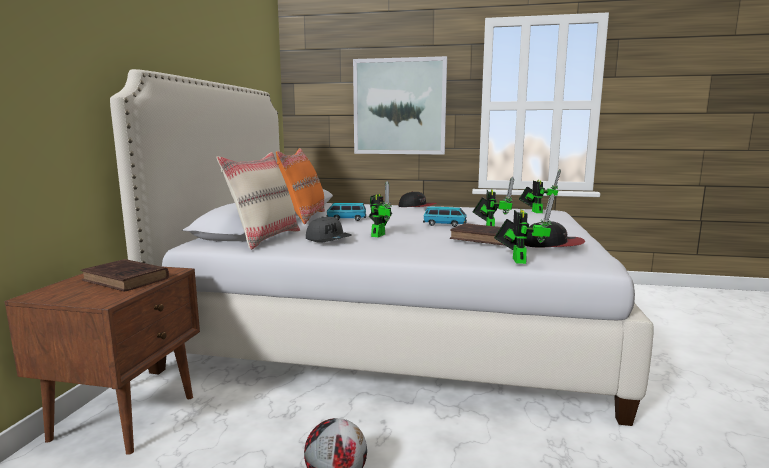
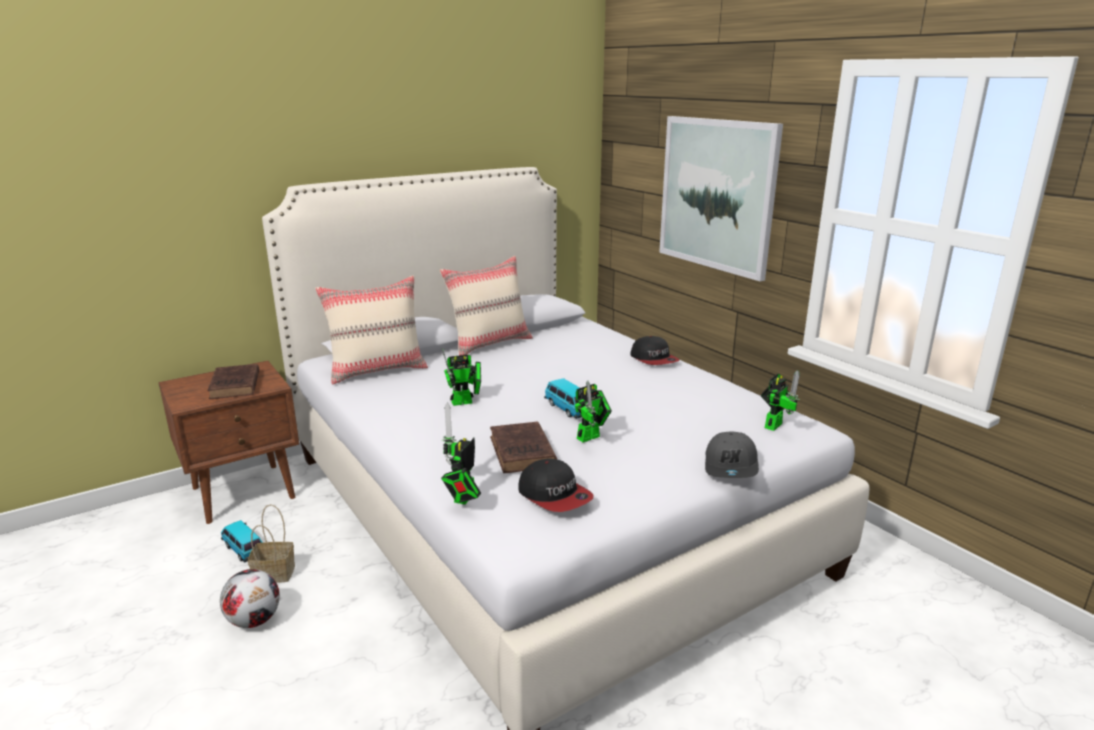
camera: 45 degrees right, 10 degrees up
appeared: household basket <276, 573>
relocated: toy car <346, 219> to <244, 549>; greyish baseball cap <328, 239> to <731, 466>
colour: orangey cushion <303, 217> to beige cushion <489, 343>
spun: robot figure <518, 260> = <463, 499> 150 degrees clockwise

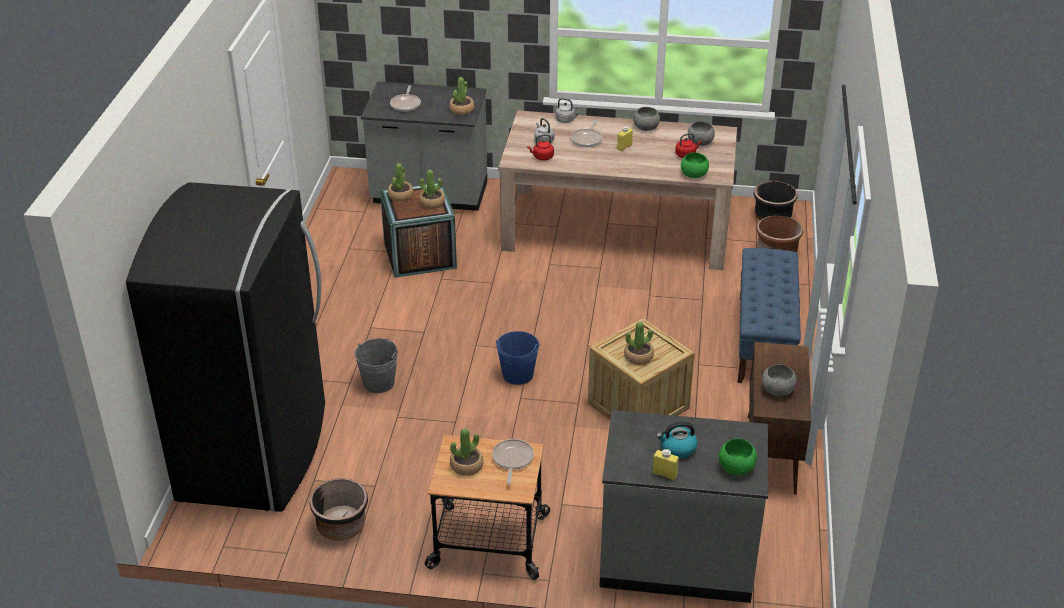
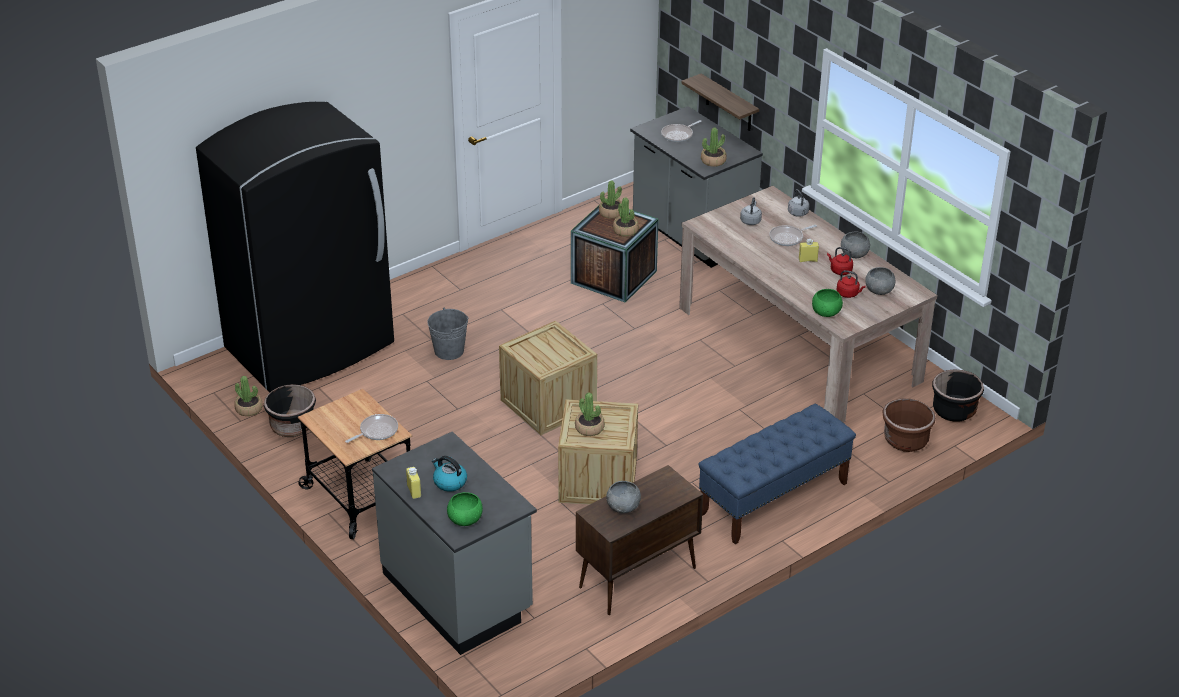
camera: 45 degrees right, 0 degrees up
appeared: shelf <729, 103>
relocated: red-coloured tea kettle <542, 157> to <839, 270>; plant in a pot <466, 466> to <249, 409>
exchanged: bluish water bucket <517, 374> to packing crate <548, 404>

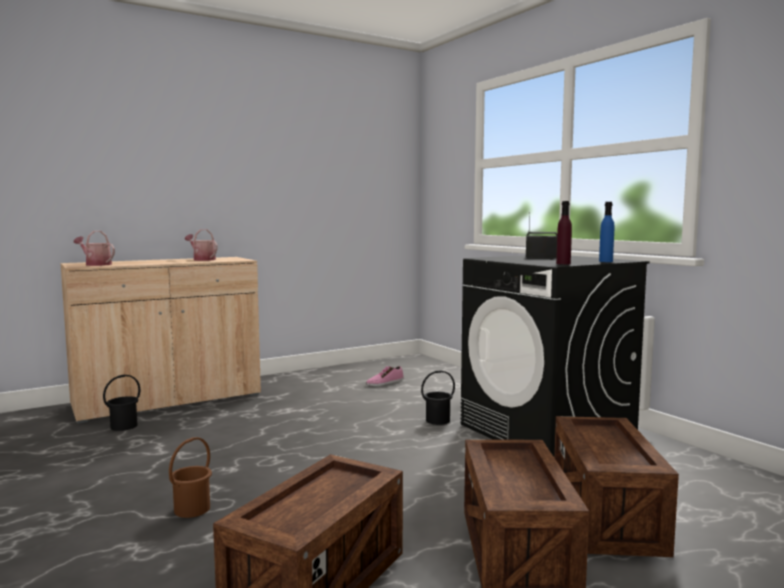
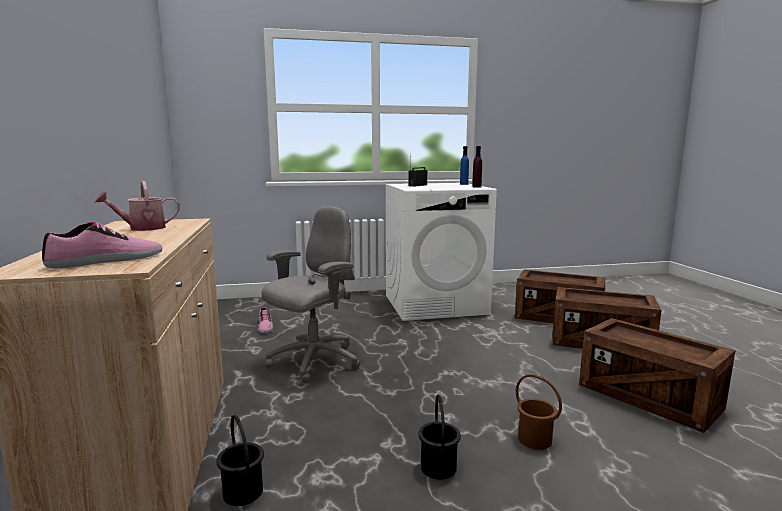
camera: 70 degrees left, 5 degrees up
appeared: greyish office chair <313, 361>
relocated: black water bucket <437, 420> to <438, 468>
exchanged: watering pot <96, 264> to low shoe <107, 260>
colour: black washing machine <546, 432> to white-coloured washing machine <435, 304>

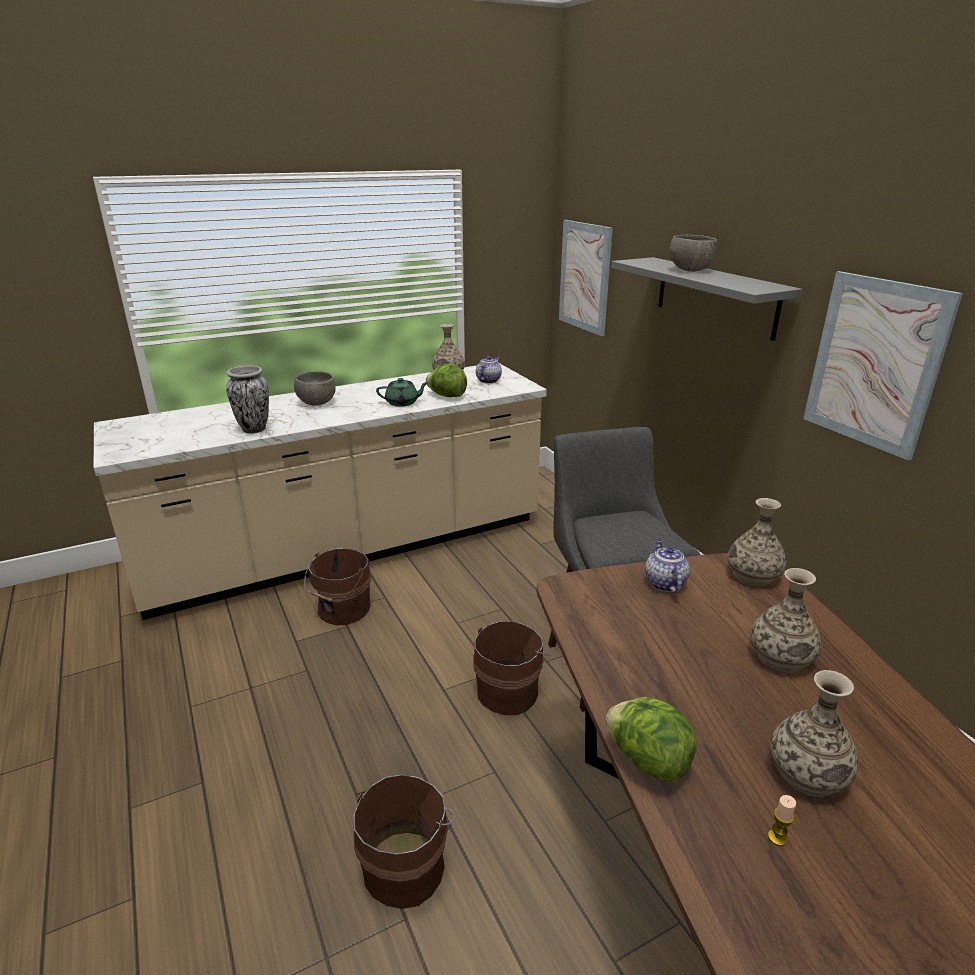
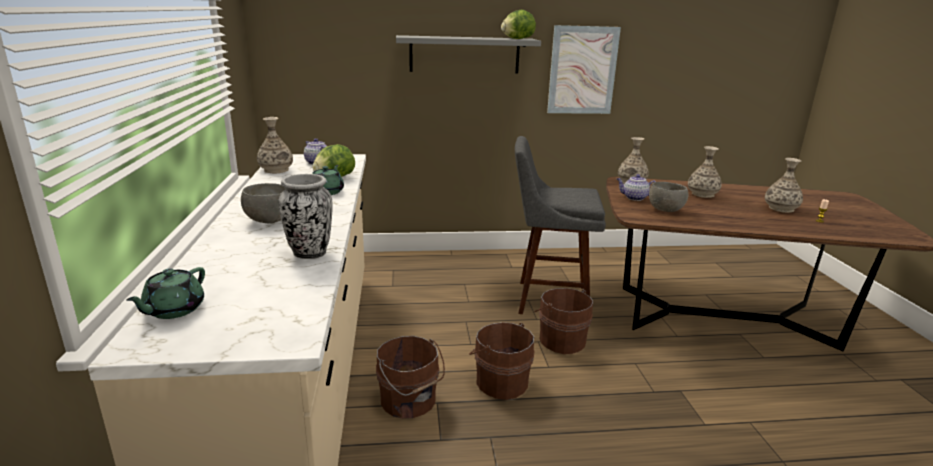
camera: 70 degrees left, 5 degrees down
missing: wall art <584, 277>
appeared: green teapot <173, 310>
relocated: greyish deep dish <690, 270> to <666, 210>; lettuce <647, 760> to <517, 39>; brownish water bucket <406, 865> to <500, 381>

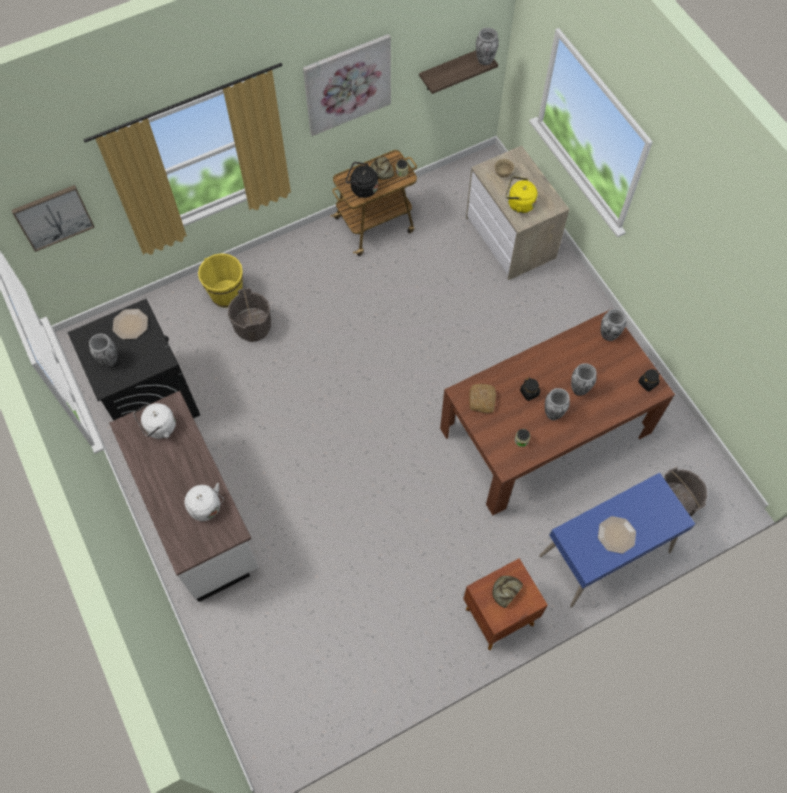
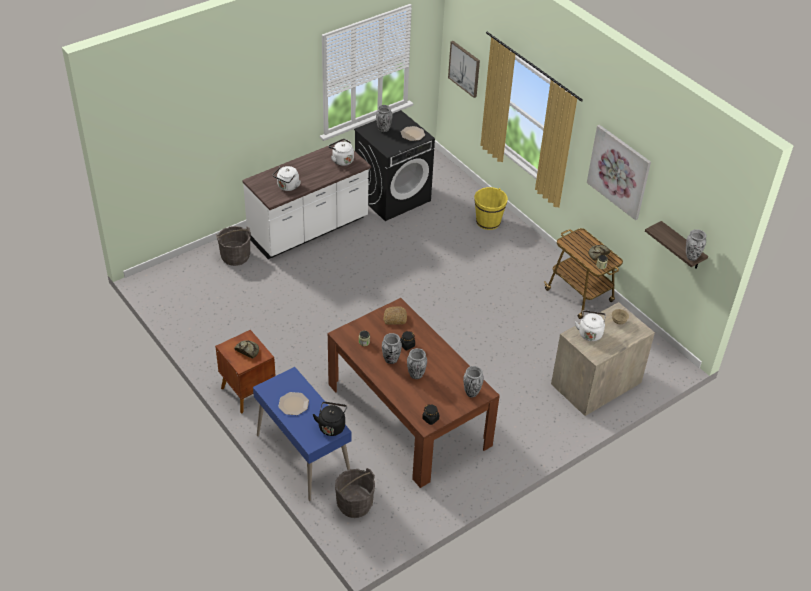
camera: 80 degrees right, 20 degrees down
relocated: black tea kettle <362, 188> to <331, 426>; greyish water bucket <253, 327> to <235, 256>
colour: yellow-coloured tea kettle <519, 204> to white-coloured tea kettle <590, 333>

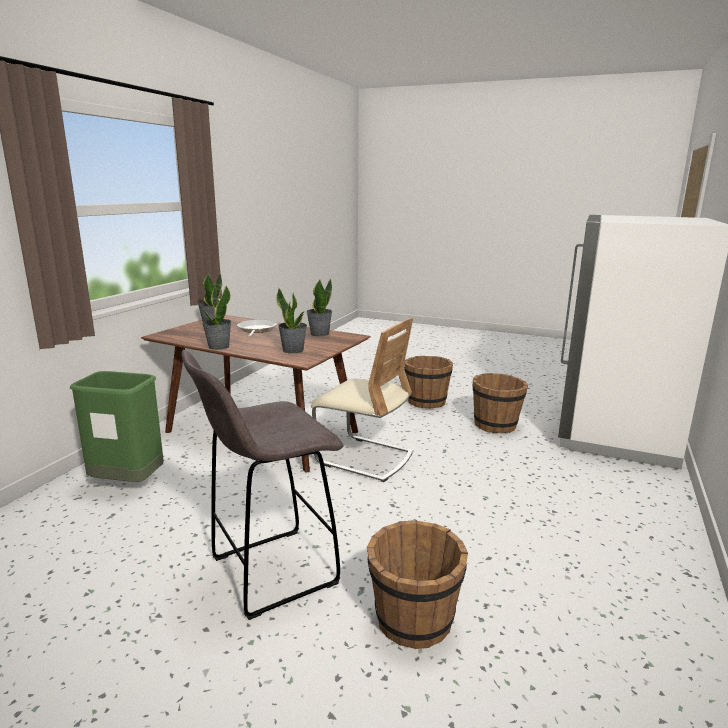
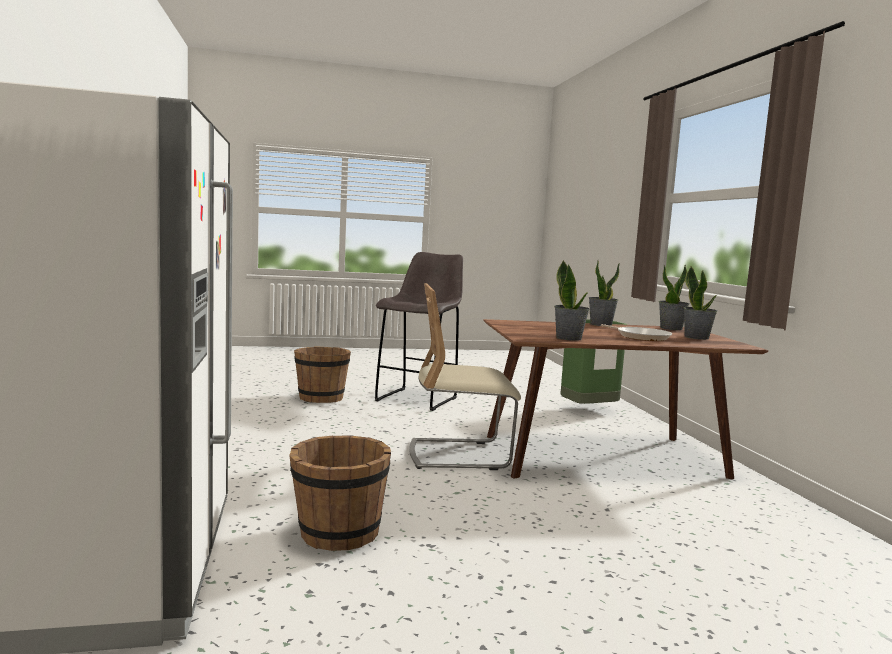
camera: 145 degrees right, 10 degrees down
missing: brownish water bucket <426, 402>
relocated: plant in a pot <293, 350> to <671, 328>

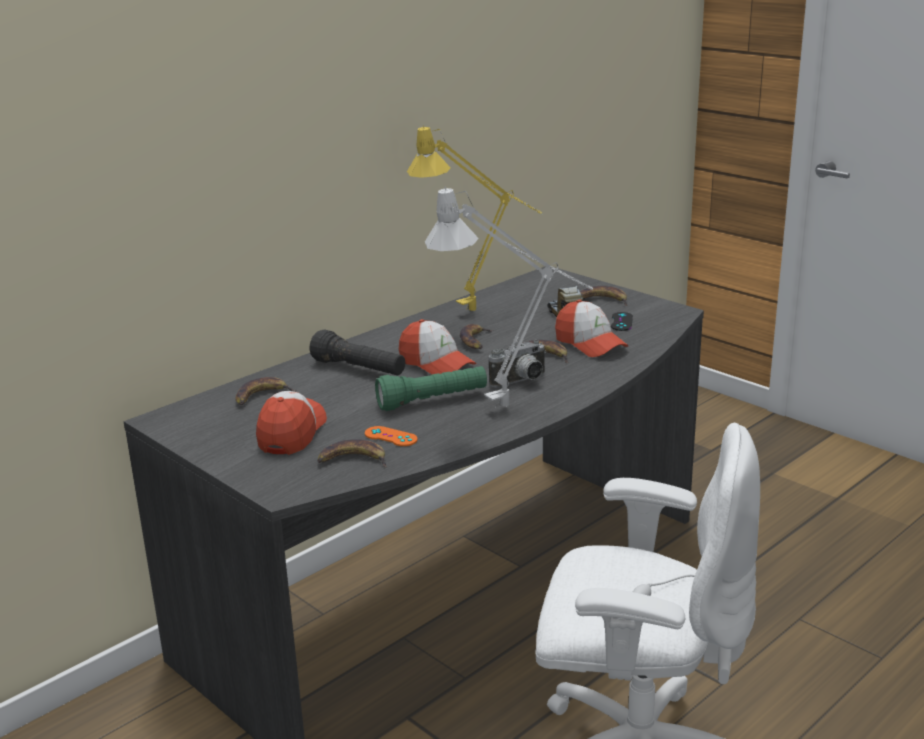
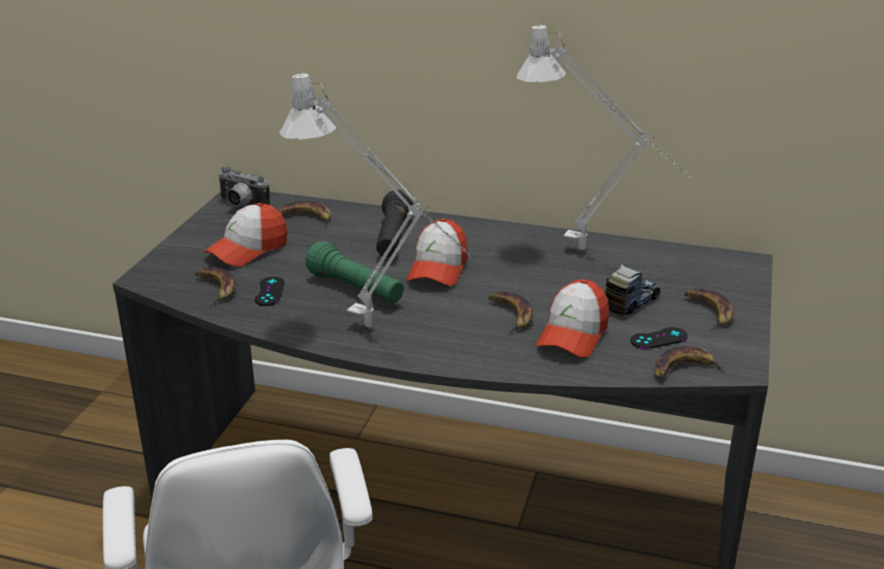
camera: 60 degrees right, 5 degrees up
relocated: banana <475, 341> to <683, 369>; photo camera <521, 382> to <241, 206>
colour: yellow-coloured table lamp <481, 310> to greyish table lamp <593, 253>; orangey gamepad <390, 437> to black gamepad <269, 291>
spun: baseball cap <292, 433> = <248, 249> 150 degrees clockwise

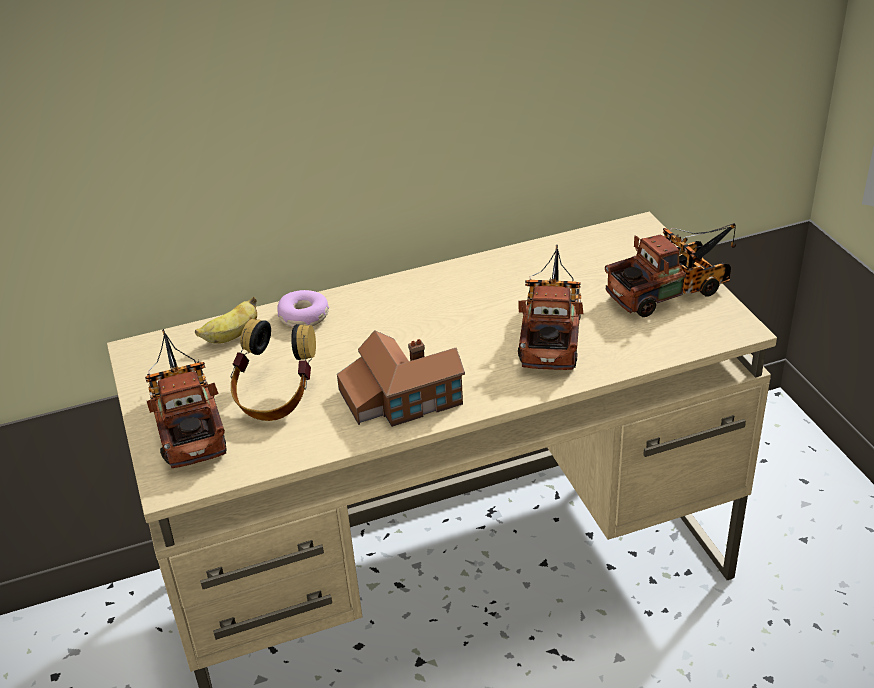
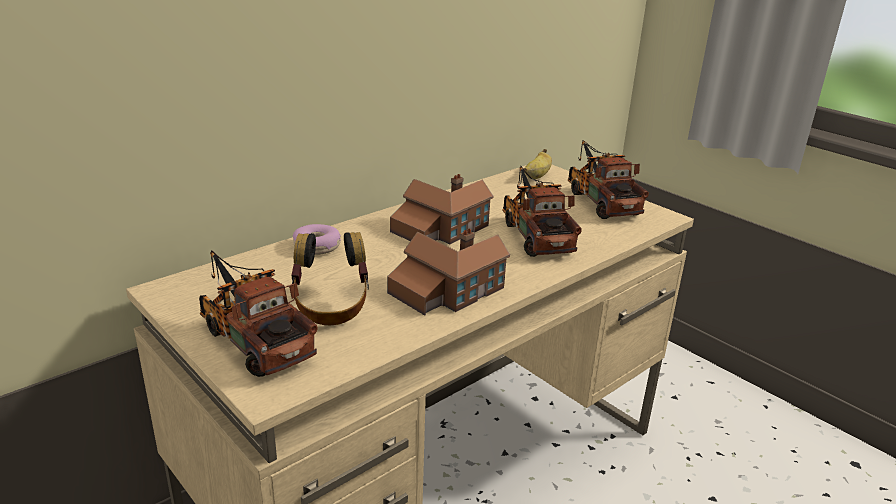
camera: 25 degrees left, 10 degrees down
appeared: toy house <440, 229>
relocated: banana <231, 336> to <537, 176>
spun: toy truck <674, 290> = <600, 200> 60 degrees counterclockwise

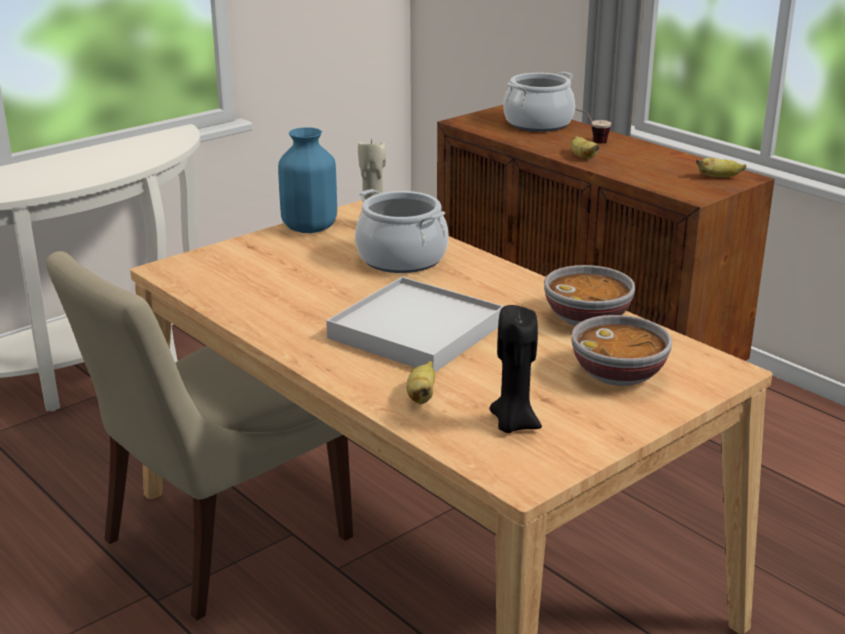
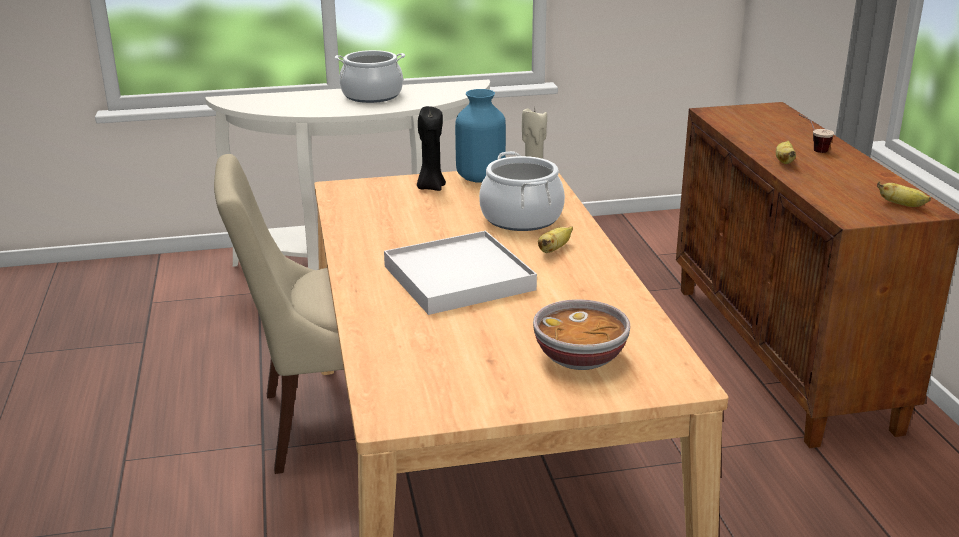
camera: 30 degrees right, 0 degrees up
missing: deep dish <588, 318>
relocated: stockpot <538, 123> to <372, 95>; black wax light <513, 424> to <430, 187>; banana <422, 396> to <554, 249>

